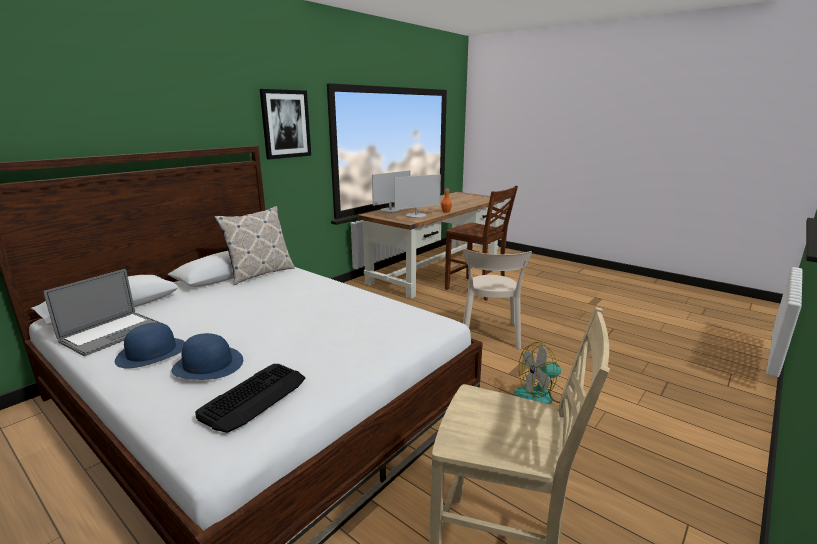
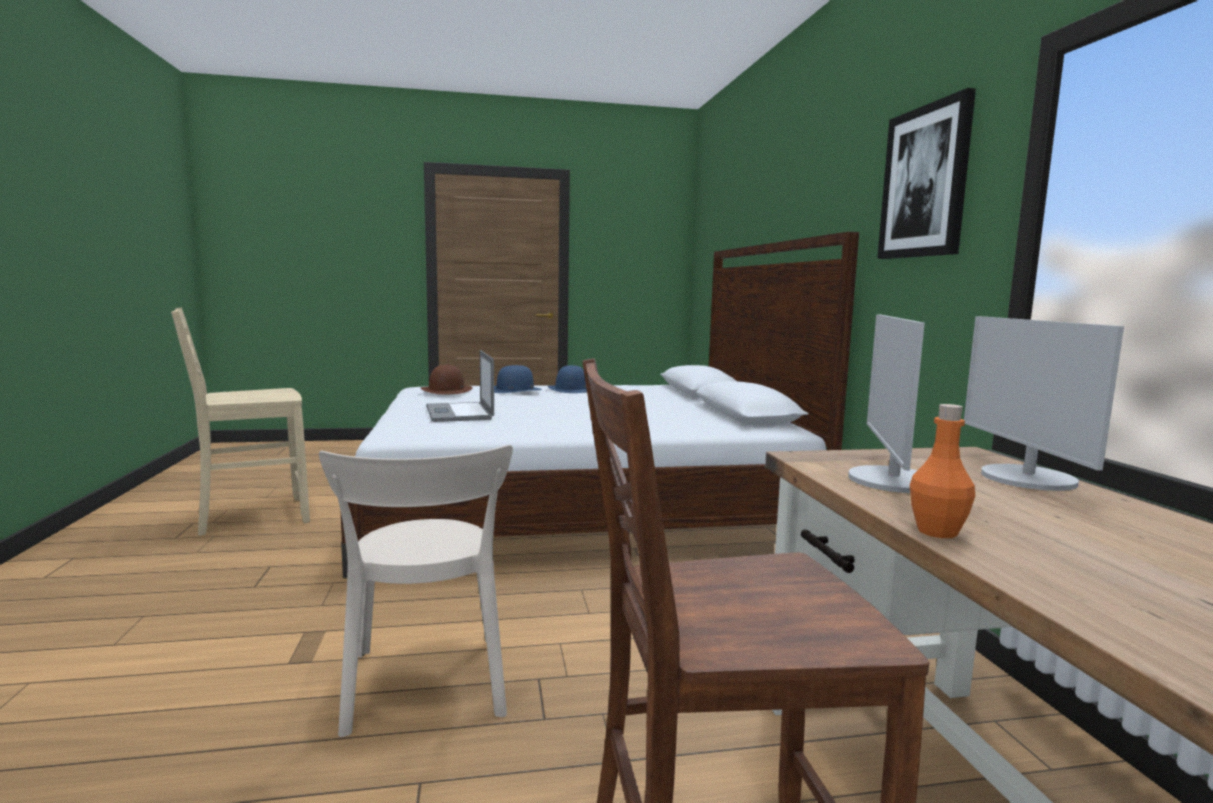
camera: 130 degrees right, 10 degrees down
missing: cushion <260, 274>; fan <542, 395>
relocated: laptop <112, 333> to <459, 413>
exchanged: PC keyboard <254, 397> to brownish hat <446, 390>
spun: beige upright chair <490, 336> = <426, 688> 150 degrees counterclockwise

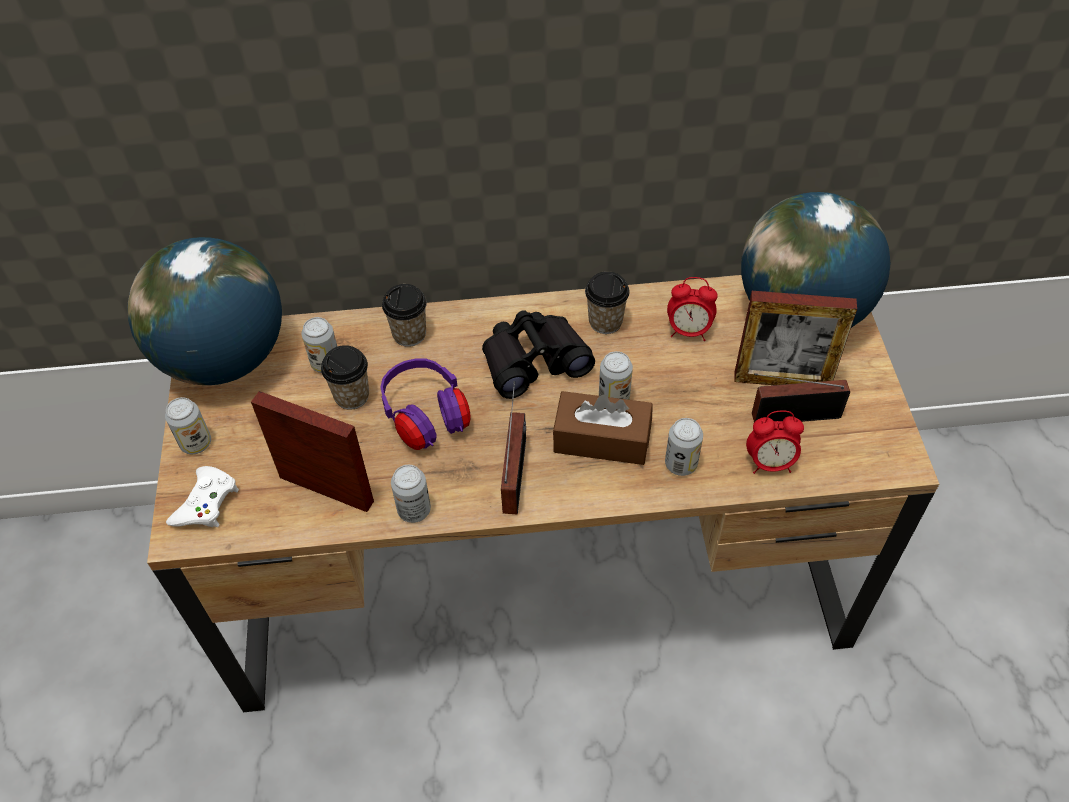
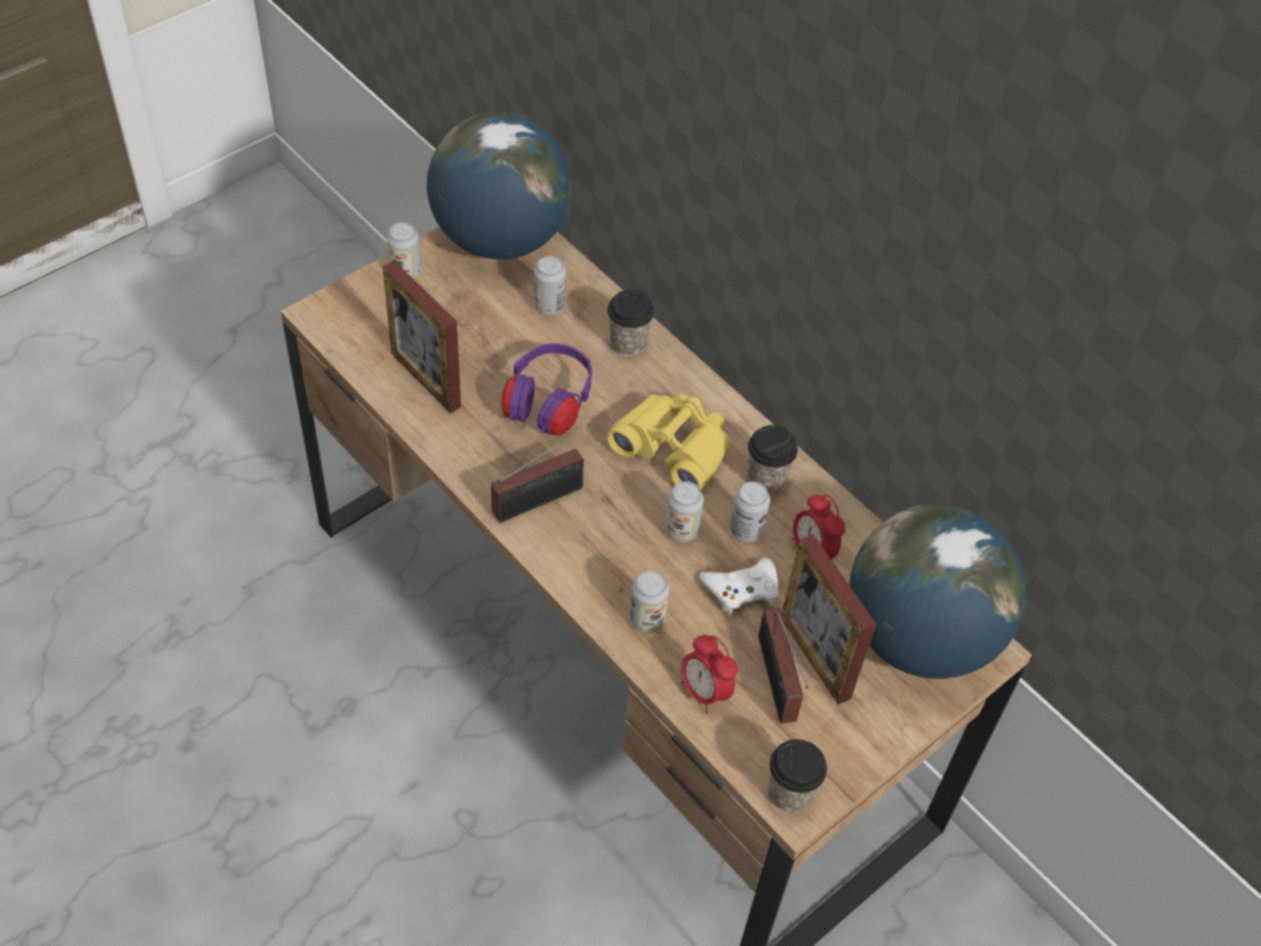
camera: 50 degrees right, 0 degrees up
missing: brownish tissue box <602, 439>
relocated: small cup <352, 396> to <790, 793>; can <414, 510> to <746, 530>; white-coloured gamepad <206, 503> to <742, 589>
colour: black field glasses <534, 361> to yellow-coloured field glasses <673, 448>
spun: radio receiver <790, 415> = <776, 684> 150 degrees counterclockwise; standing frame <326, 489> = <425, 380> 150 degrees clockwise

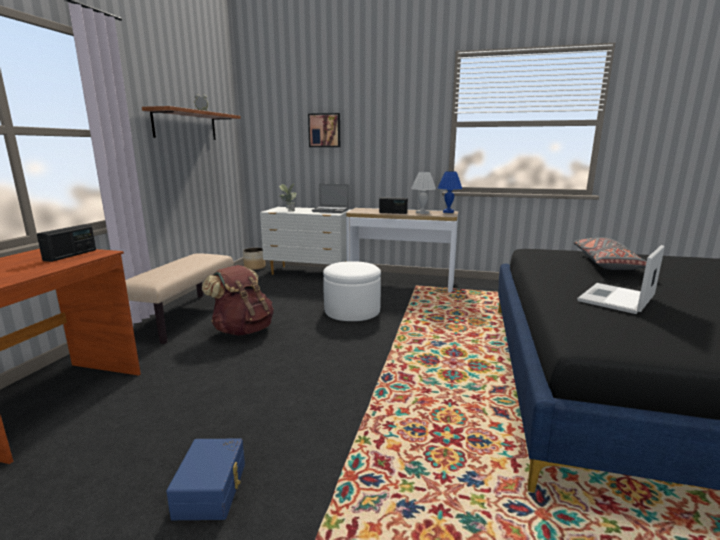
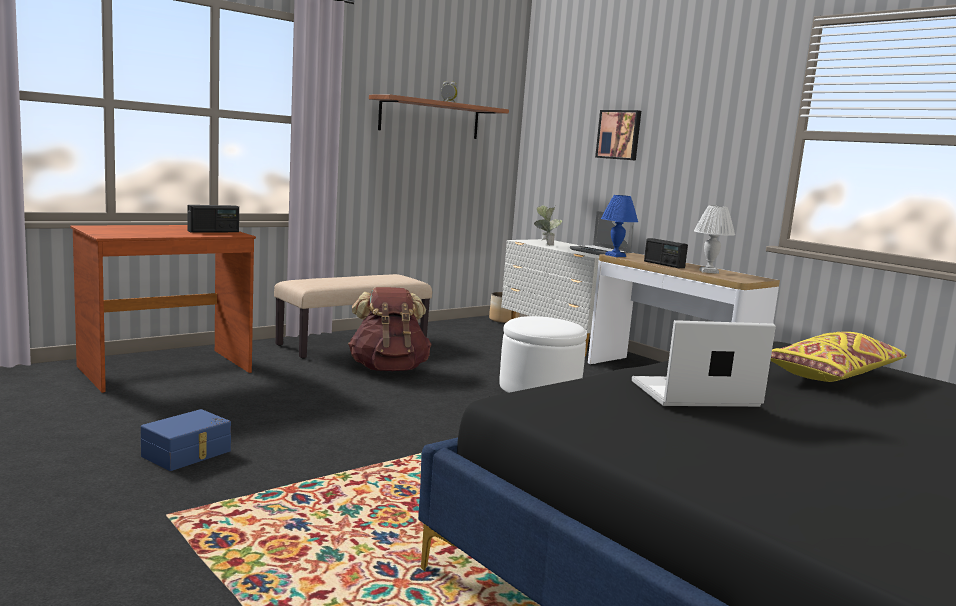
camera: 35 degrees right, 5 degrees down
relocated: bluish table lamp <448, 212> to <615, 255>
colour: greyish cushion <605, 263> to yellow-coloured cushion <834, 374>

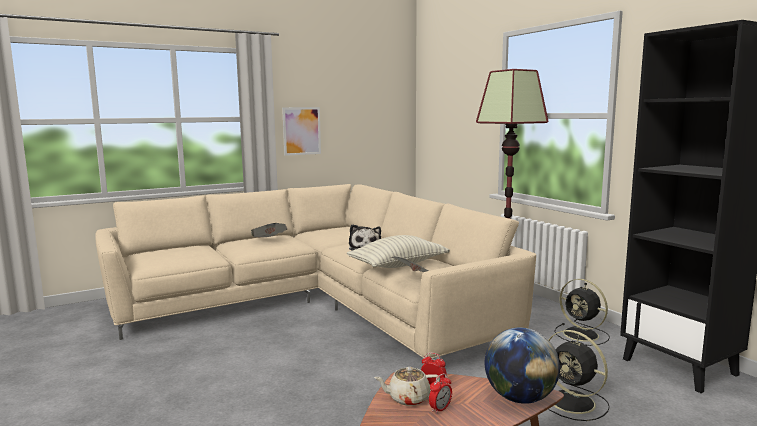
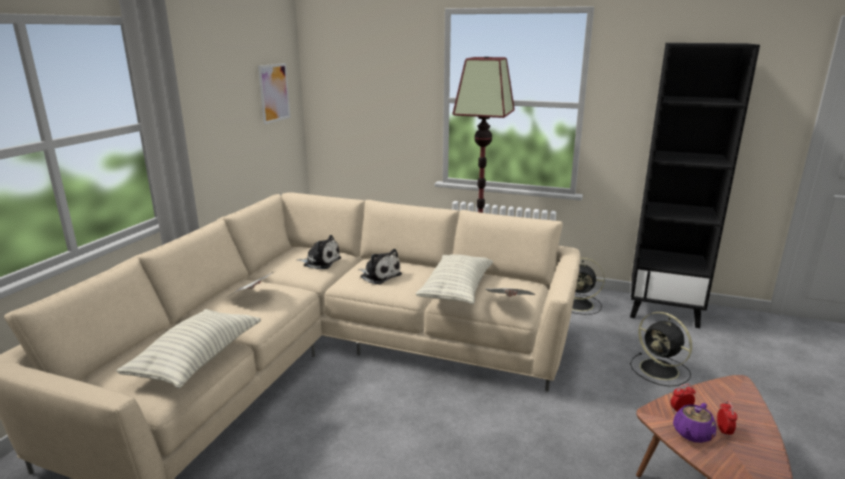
camera: 40 degrees left, 10 degrees up
missing: world globe <519, 398>
appeared: plush toy <320, 262>; cushion <197, 360>
relocated: wall art <301, 131> to <274, 93>
colour: beige teapot <408, 398> to purple teapot <692, 434>
spun: black fan <574, 403> = <660, 370> 45 degrees clockwise

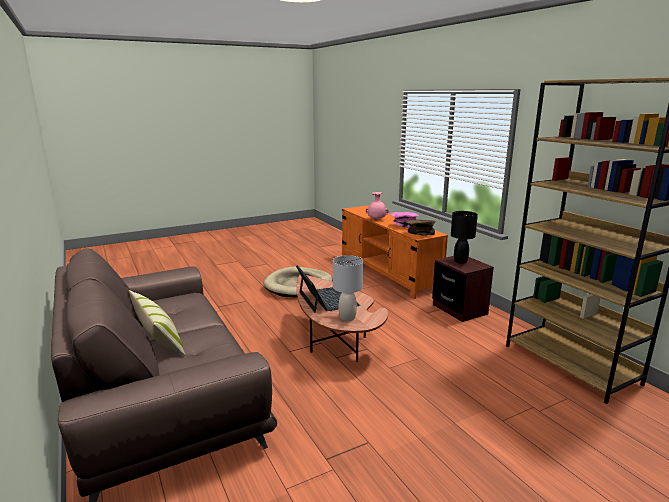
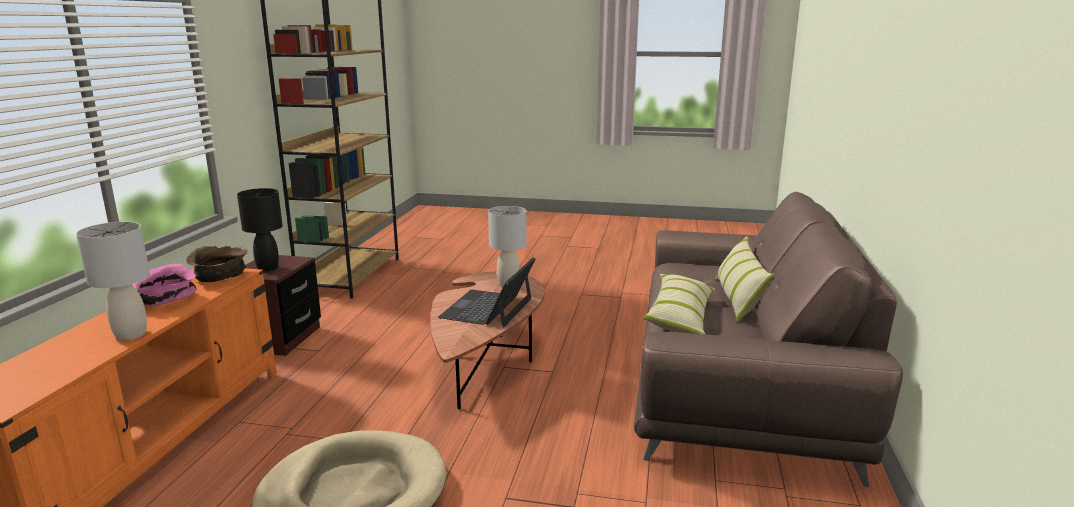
camera: 140 degrees left, 0 degrees up
appeared: cushion <680, 316>
exchanged: pink-coloured decorative vase <376, 219> to greyish table lamp <131, 334>

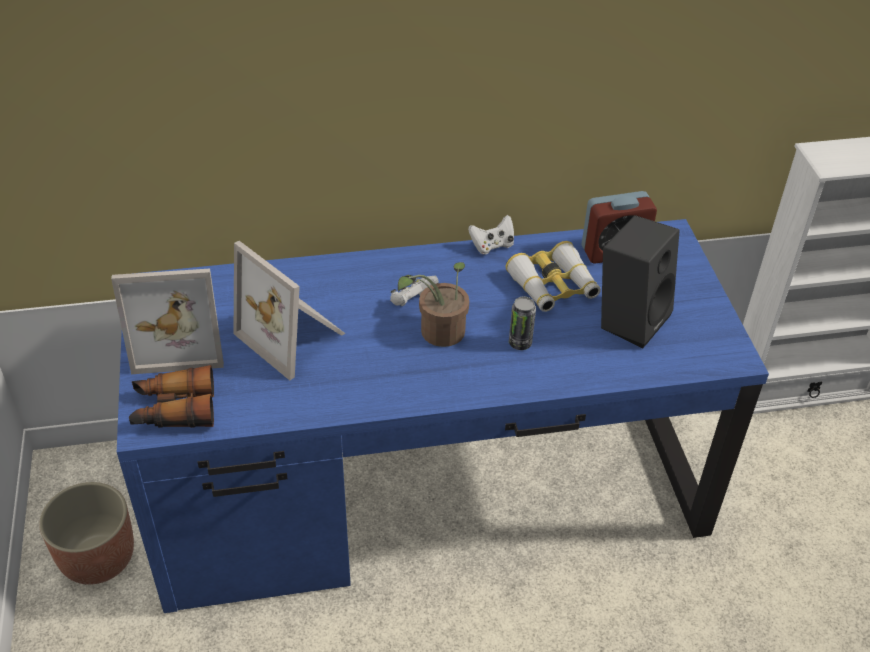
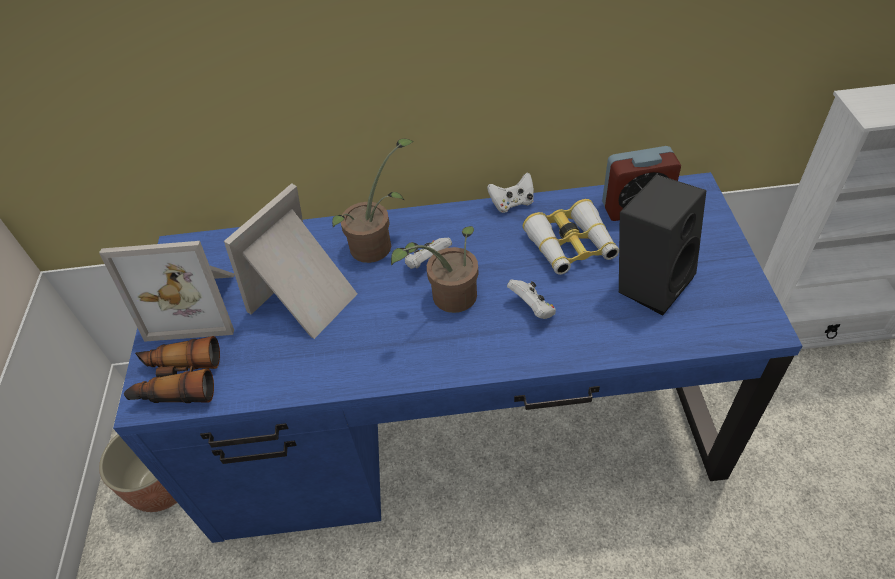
camera: 10 degrees right, 5 degrees up
appeared: plant in a pot <377, 245>
exchanged: can <520, 343> to white-coloured gamepad <532, 309>
spun: standing frame <294, 335> = <307, 300> 75 degrees clockwise

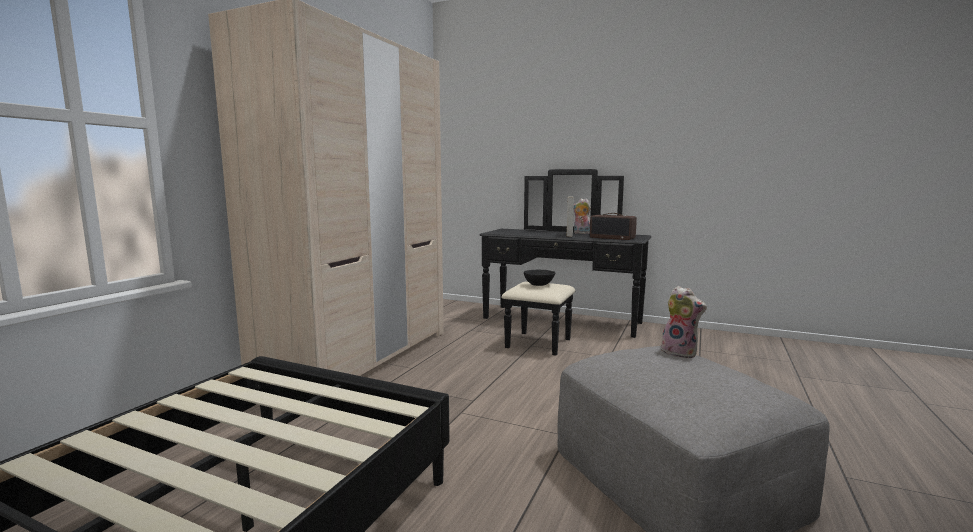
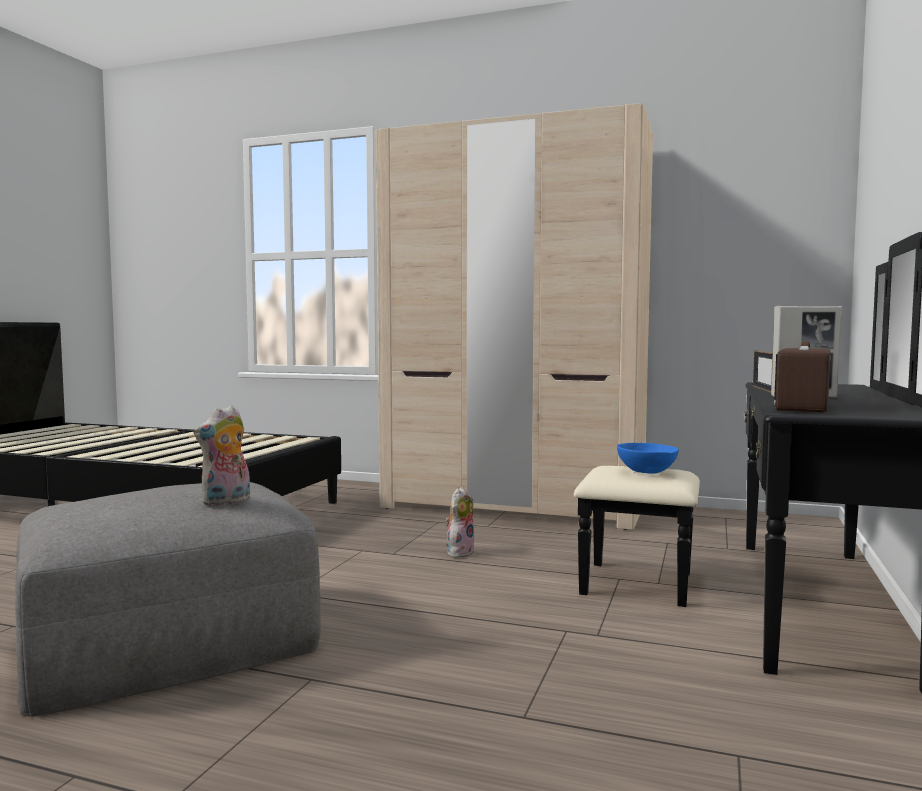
camera: 85 degrees right, 5 degrees down
appeared: standing frame <763, 389>
relocated: plush toy <581, 233> to <459, 552>
colour: black deep dish <539, 284> to bluish deep dish <647, 471>

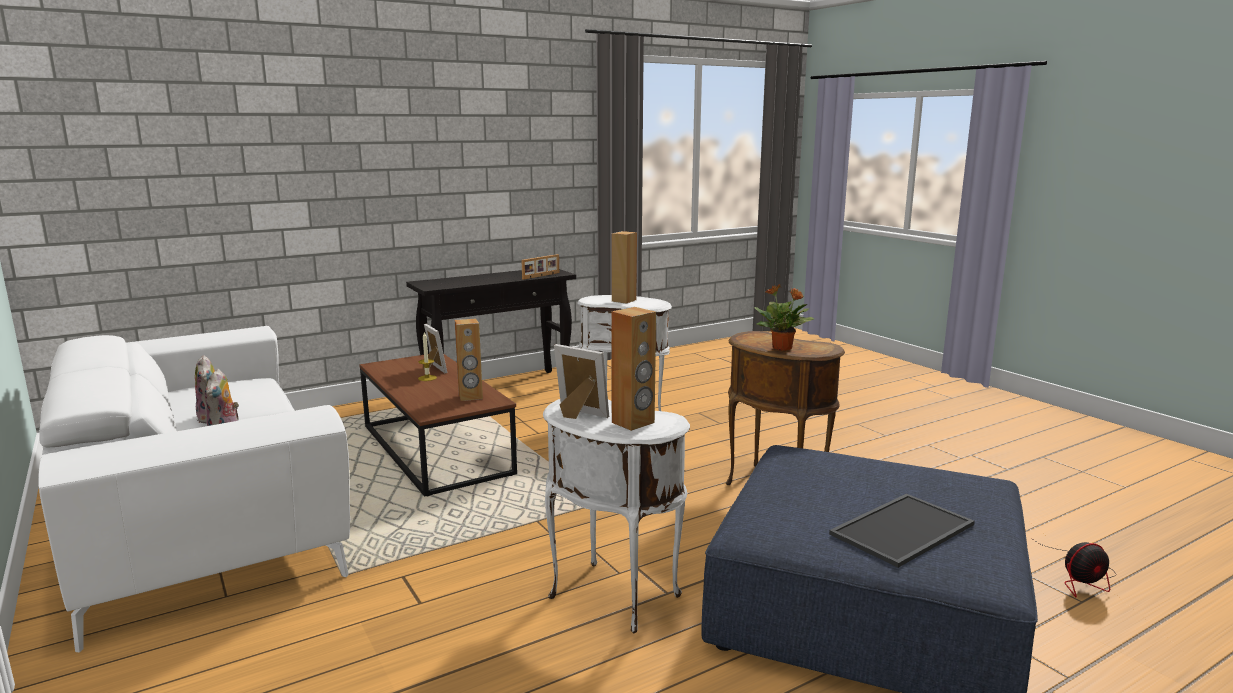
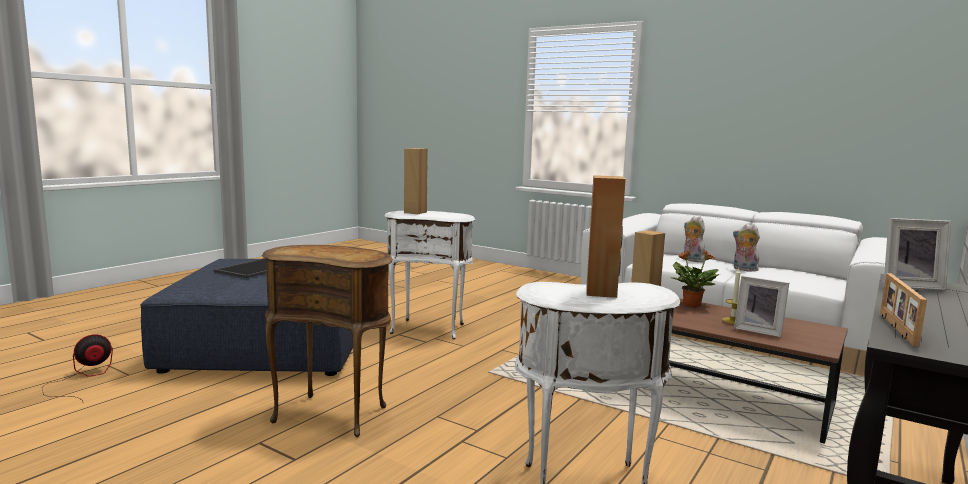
camera: 155 degrees right, 5 degrees down
relocated: plant in a pot <782, 348> to <691, 305>; standing frame <578, 415> to <908, 286>

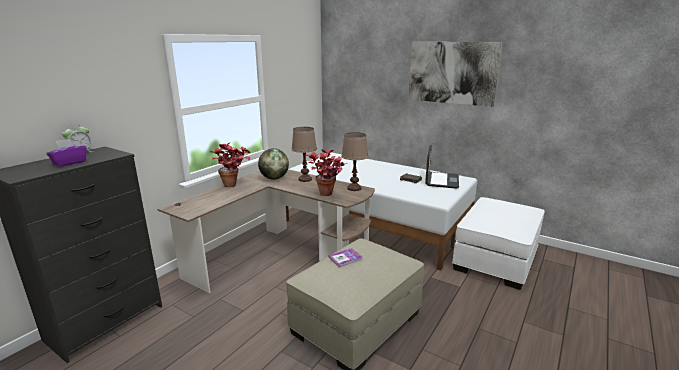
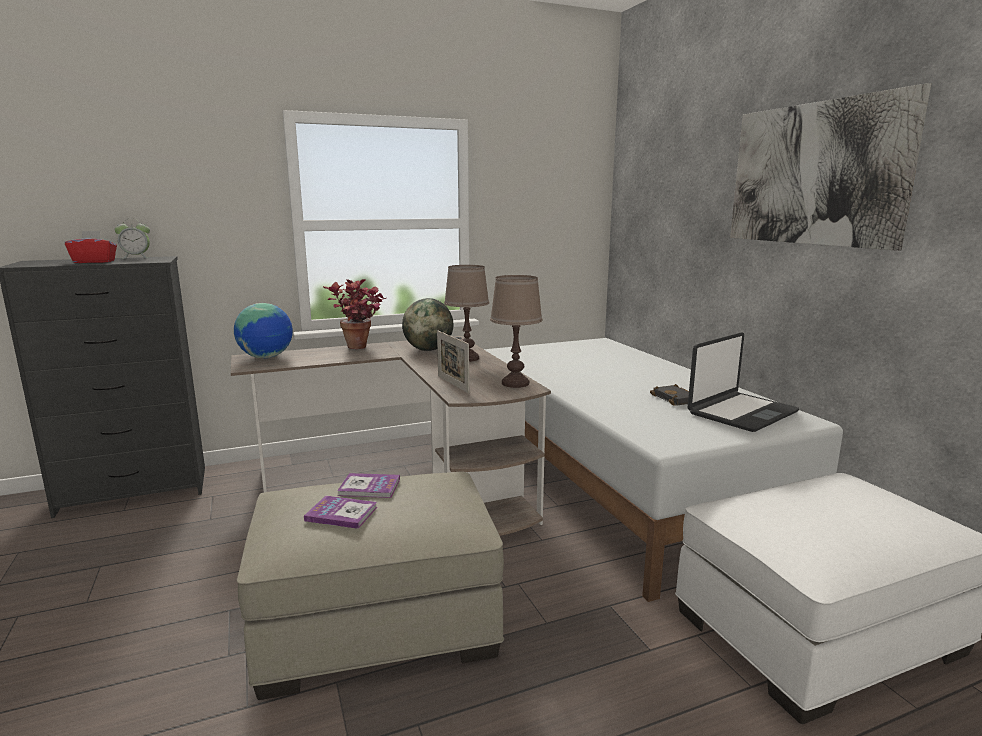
camera: 35 degrees right, 5 degrees down
appeared: world globe <266, 357>; volume <341, 514>
exchanged: plant in a pot <328, 196> to standing frame <453, 384>
colour: purple tissue box <69, 163> to red-coloured tissue box <94, 262>

